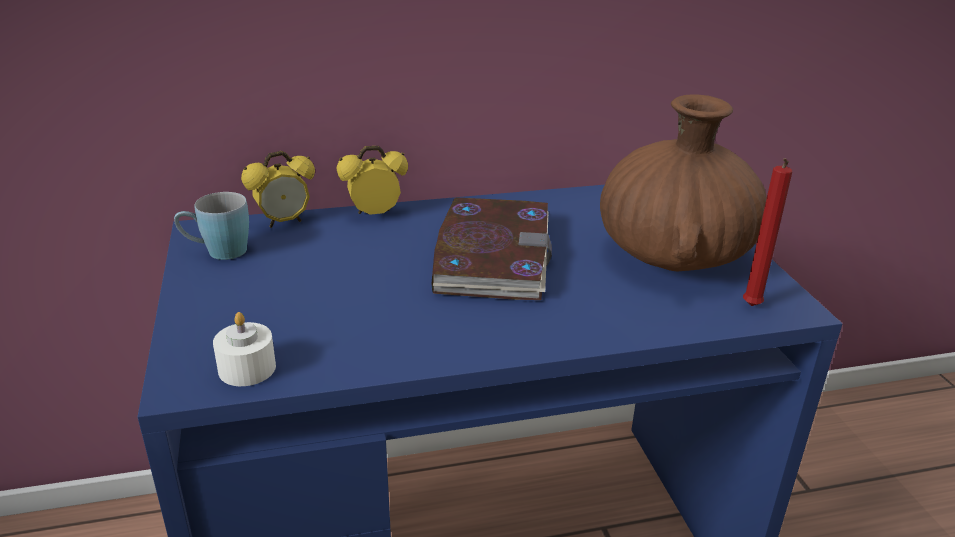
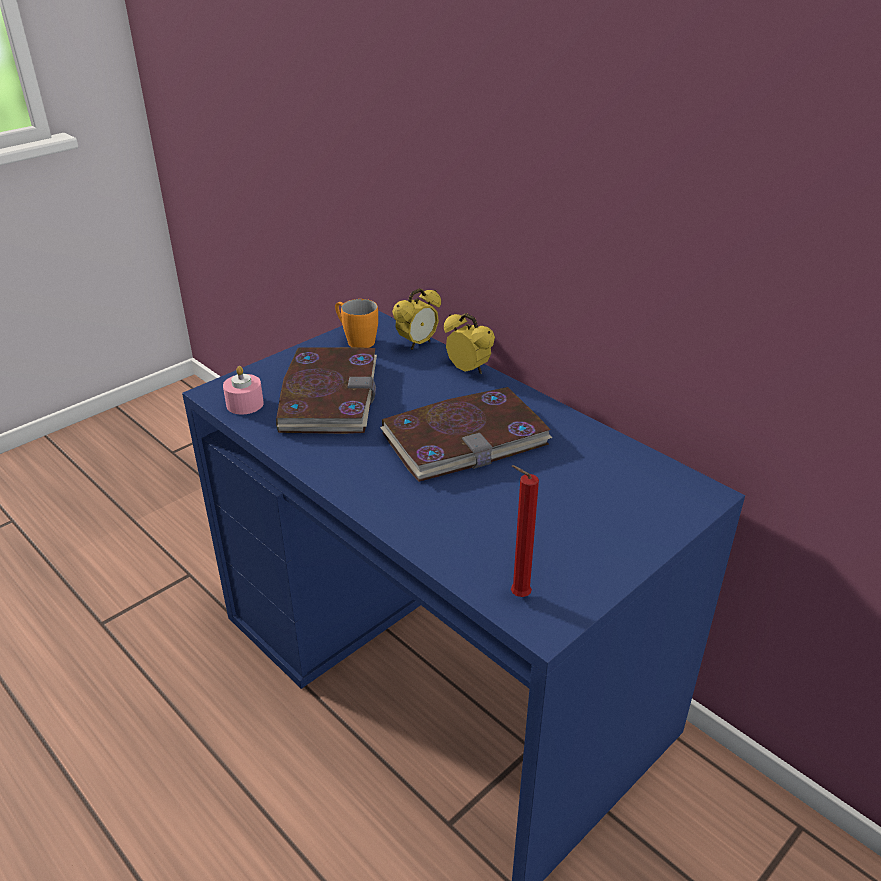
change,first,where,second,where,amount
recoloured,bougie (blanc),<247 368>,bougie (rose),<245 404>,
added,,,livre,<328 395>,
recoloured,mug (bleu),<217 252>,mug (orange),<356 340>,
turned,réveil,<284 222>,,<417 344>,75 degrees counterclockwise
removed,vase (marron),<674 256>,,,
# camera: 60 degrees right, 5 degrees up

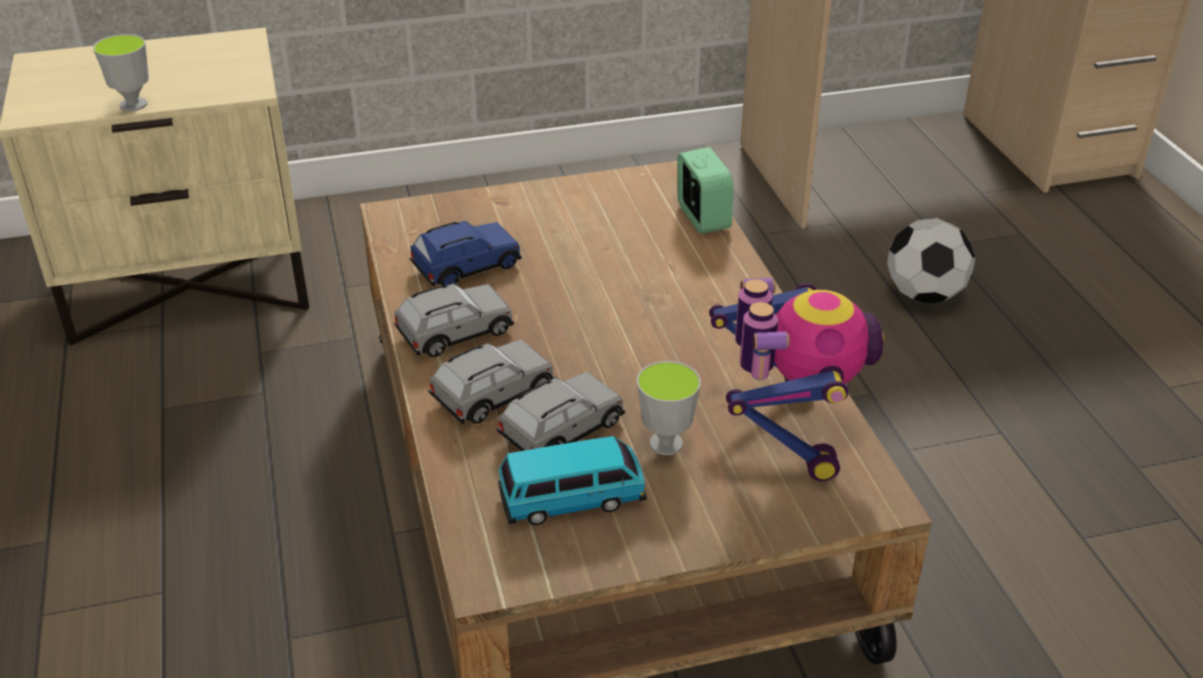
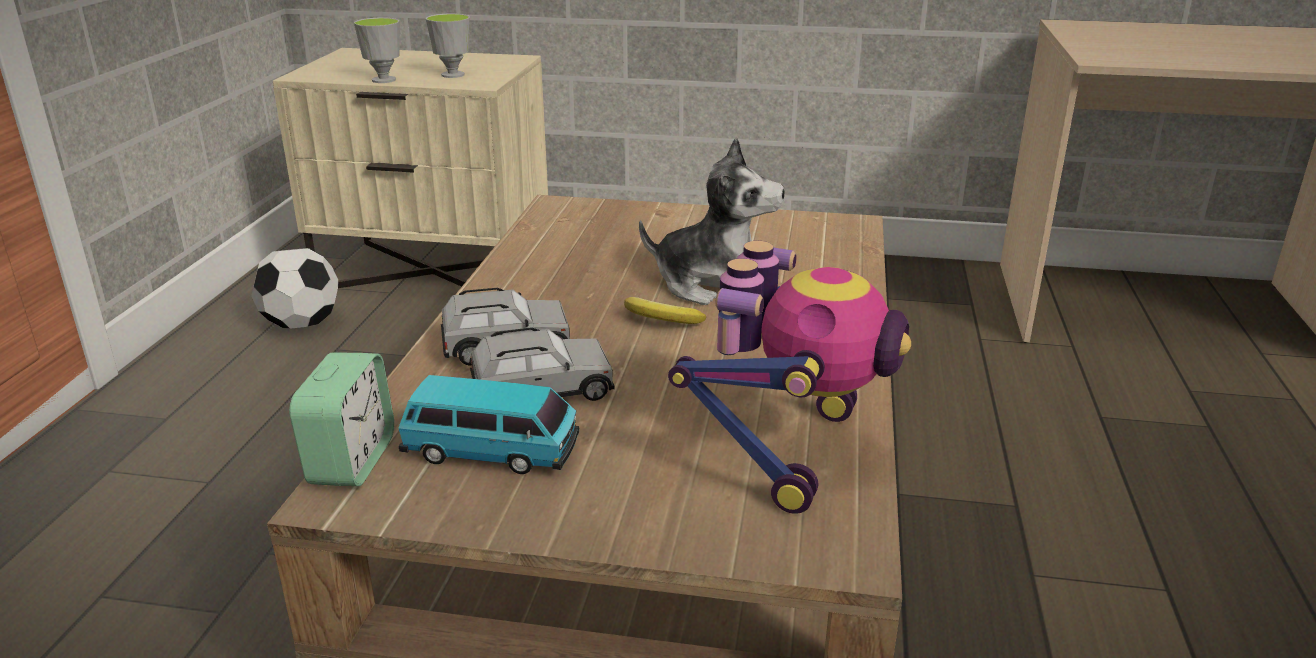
change,first,where,second,where,amount
moved,ballon de foot,<924 295>,,<302 324>,
moved,réveil,<702 218>,,<351 461>,
moved,tasse,<666 444>,,<453 75>,
added,,,banane,<660 320>,
added,,,peluche,<714 286>,
removed,petite voiture (gris),<454 333>,,,
removed,petite voiture (bleu),<466 267>,,,
# camera: 25 degrees right, 10 degrees down

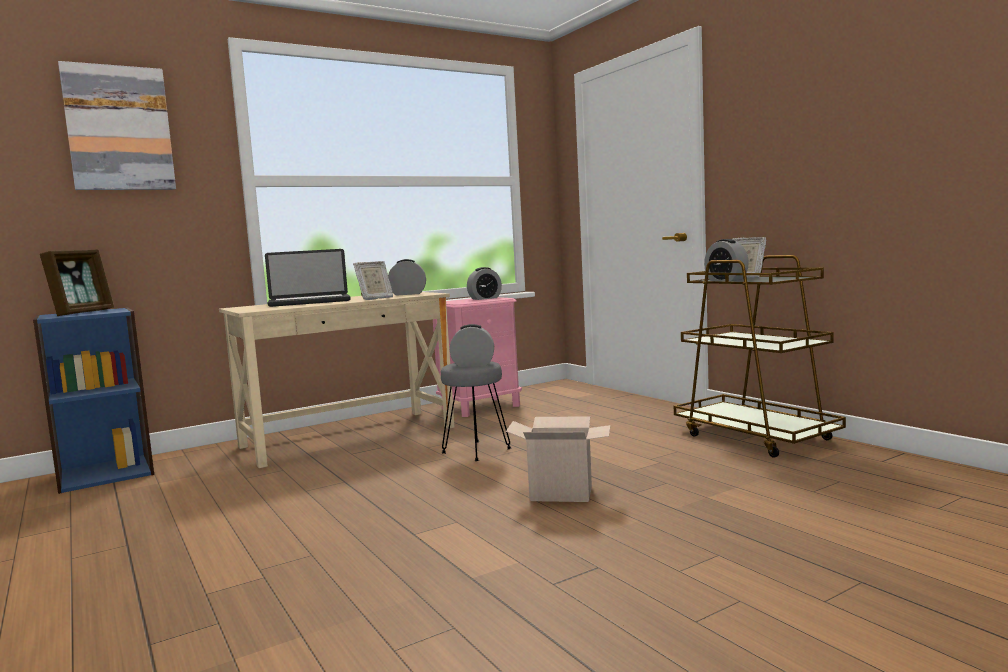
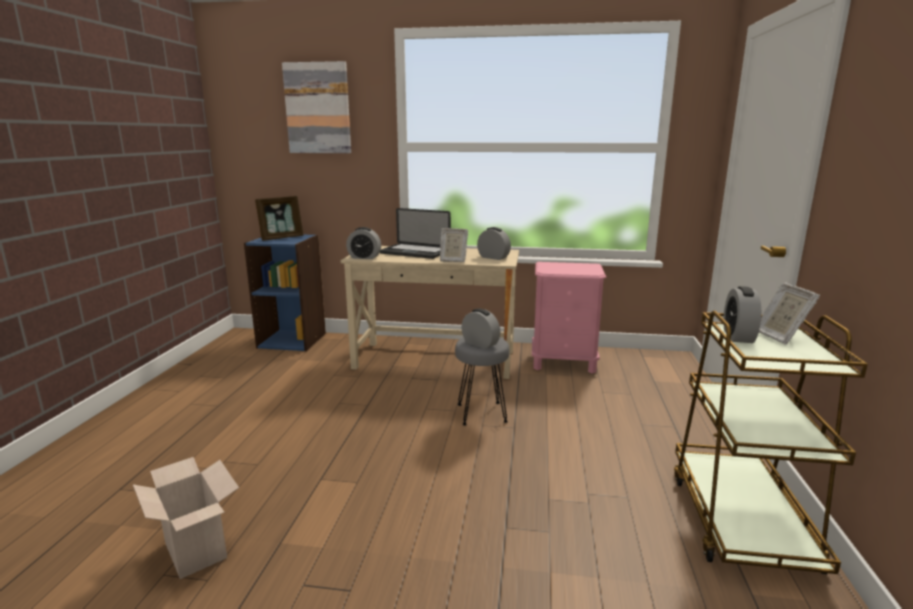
change,first,where,second,where,amount
moved,carton,<563 493>,,<198 551>,
moved,réveil,<485 298>,,<364 257>,
# camera: 40 degrees right, 10 degrees up

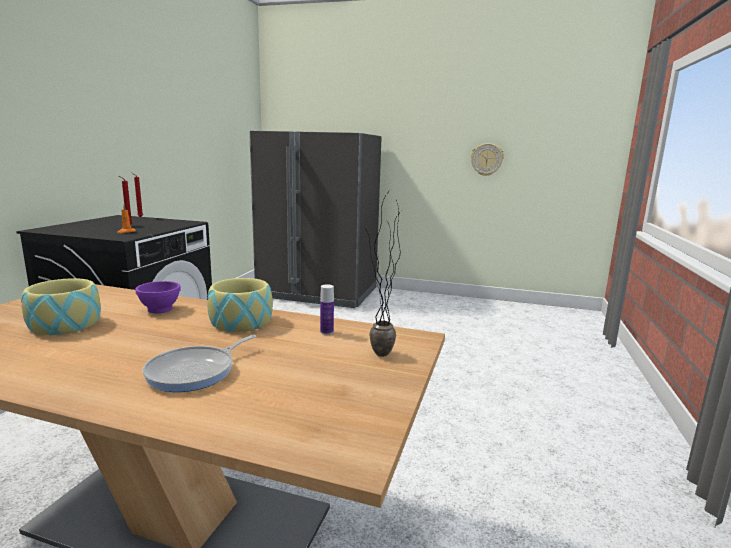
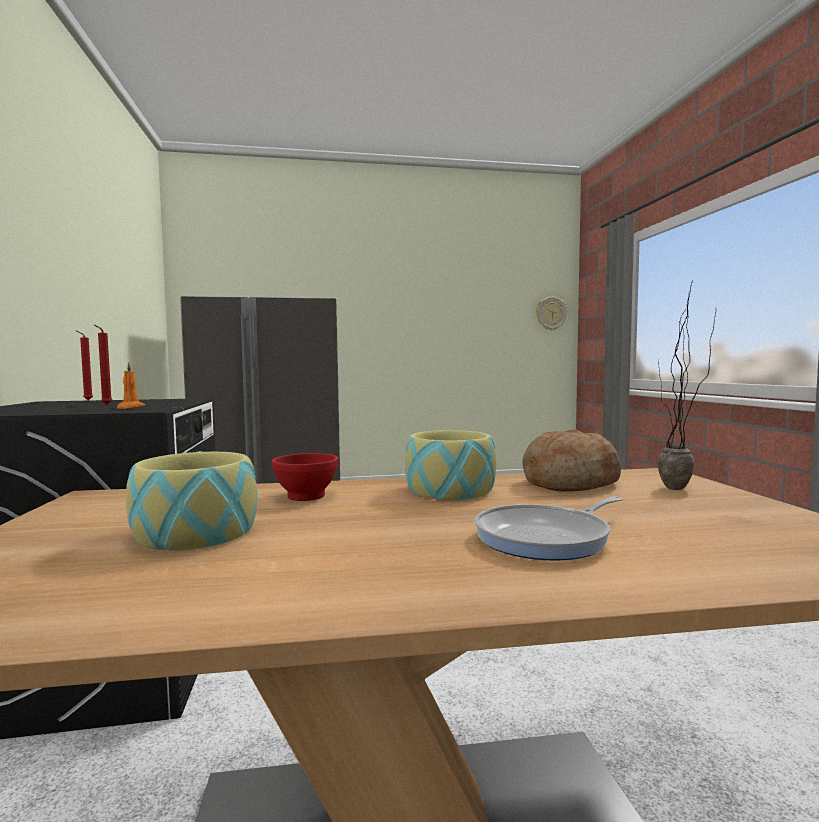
change,first,where,second,where,amount
recoloured,bol (violet),<160 309>,bol (rouge),<307 496>,
turned,poêle,<195 372>,,<547 538>,45 degrees clockwise
replaced,bouteille,<326 332>,pain,<569 482>,
moved,horloge murale,<486 159>,,<551 313>,
# camera: 25 degrees left, 10 degrees down

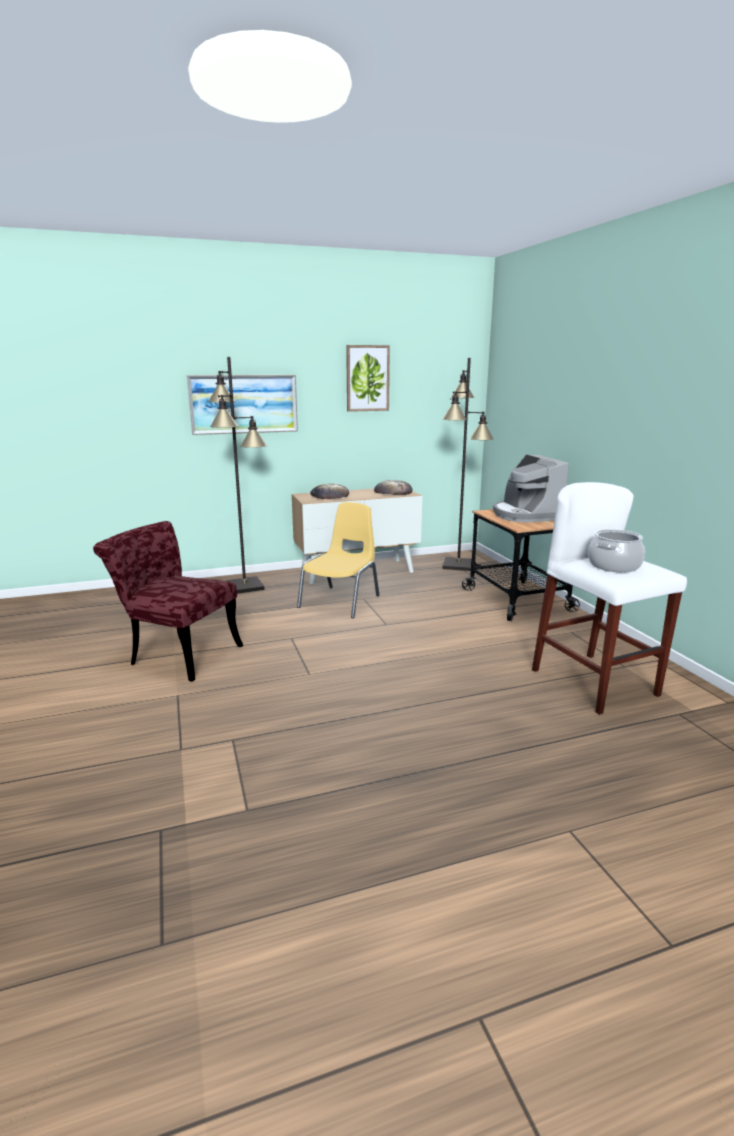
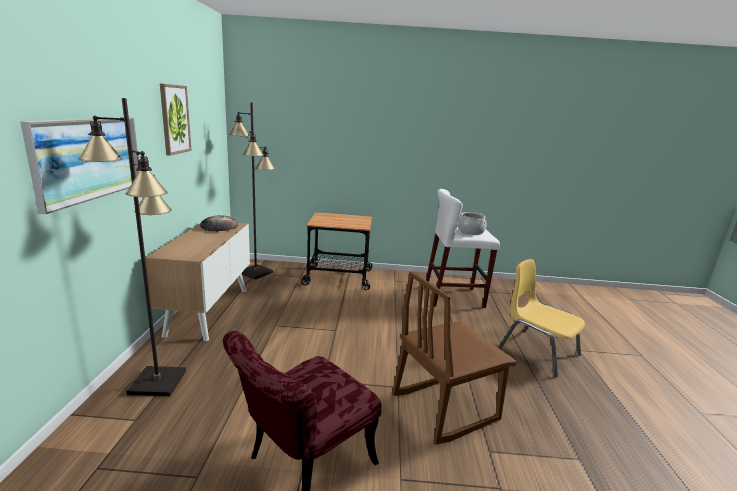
change,first,where,second,where,amount
added,,,chaise (marron),<444 407>,
moved,chaise (jaune),<341 601>,,<537 351>,
removed,pain,<329 495>,,,
removed,machine à café,<525 515>,,,
# camera: 70 degrees left, 0 degrees up

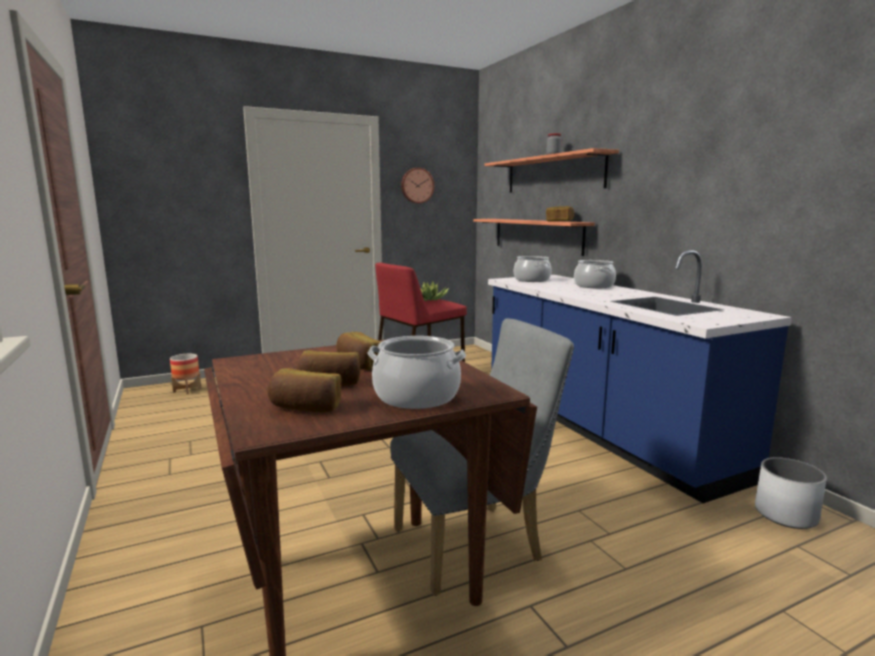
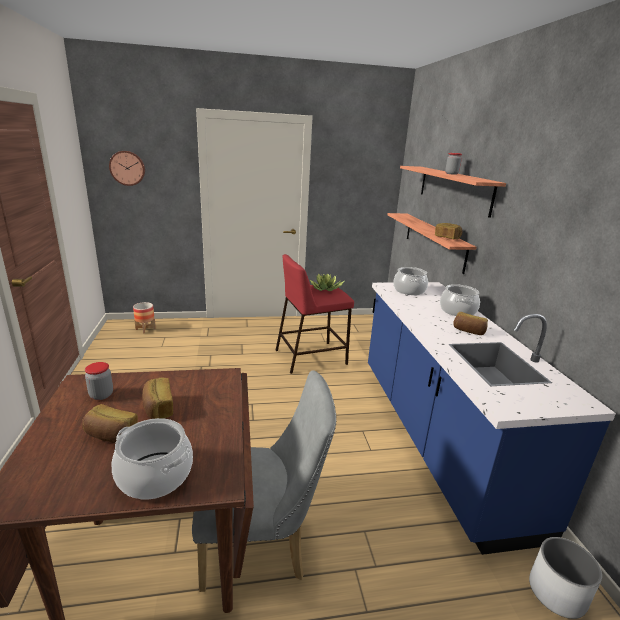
change,first,where,second,where,amount
added,,,bocal,<101 395>,
moved,horloge murale,<417 185>,,<127 168>,
moved,pain,<306 408>,,<468 331>,
# camera: 15 degrees right, 10 degrees up

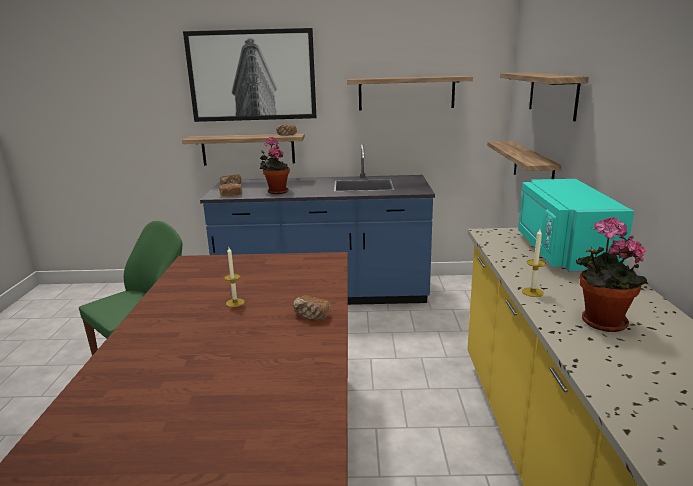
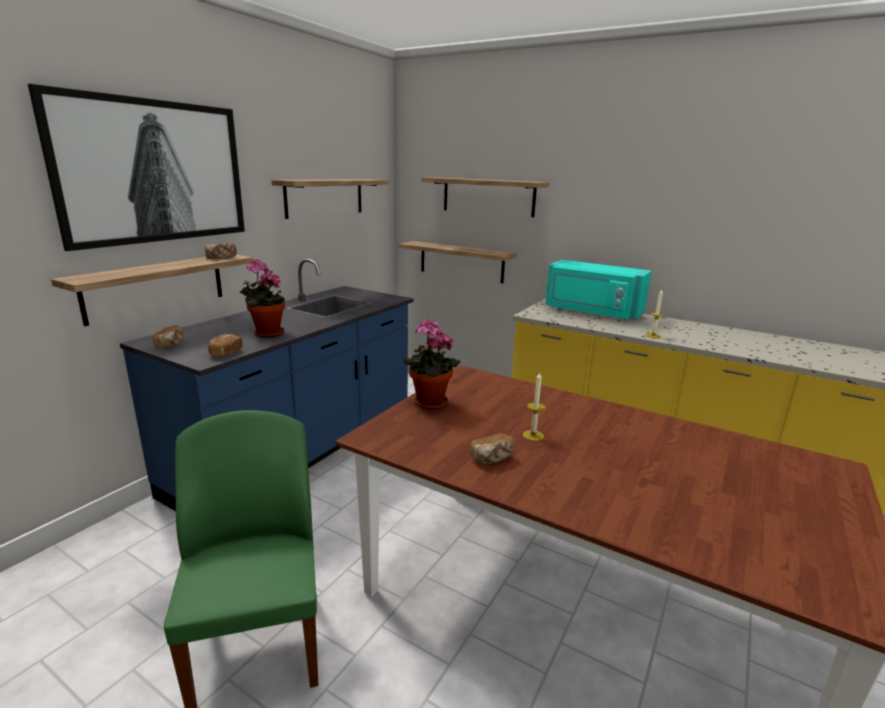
change,first,where,second,where,amount
moved,plante en pot,<599 322>,,<428 404>,
moved,pain,<311 316>,,<492 458>,
# camera: 60 degrees left, 0 degrees up

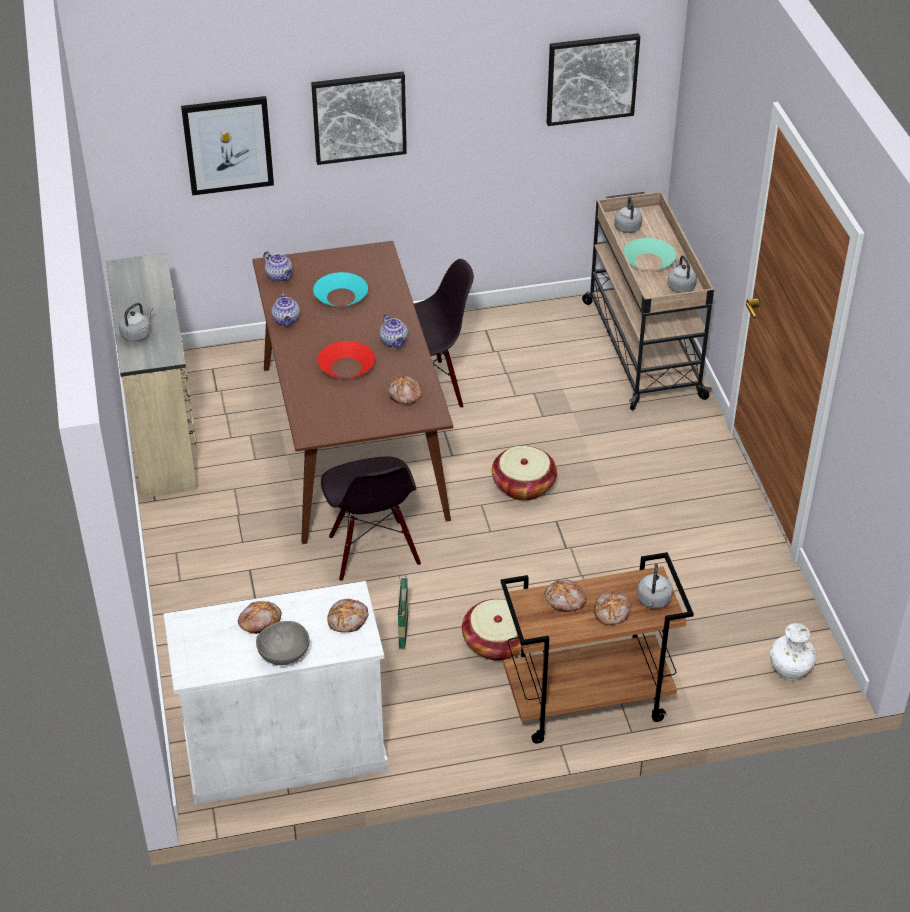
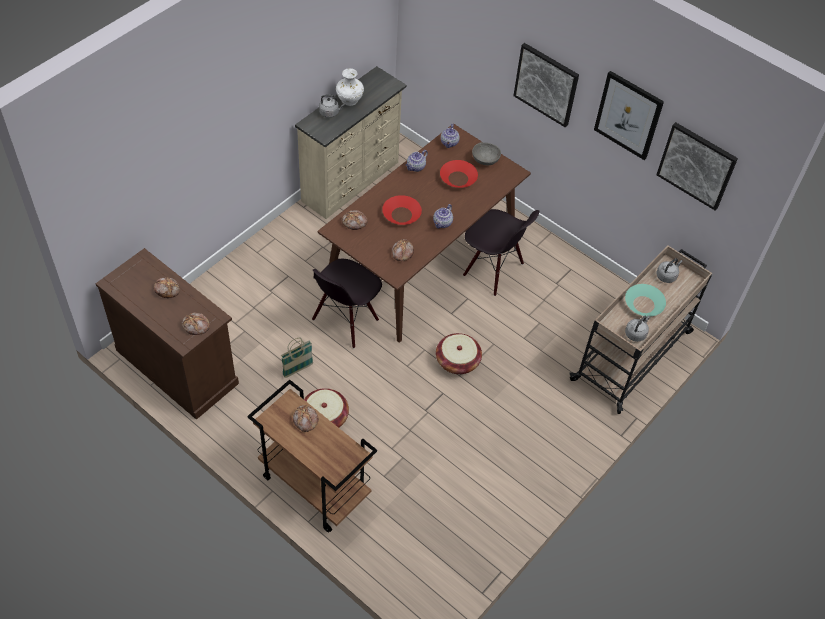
change,first,where,second,where,amount
recoloured,meuble de rangement (blanc),<285 750>,meuble de rangement (marron),<177 366>,
moved,vase (blanc),<790 671>,,<349 101>,
moved,pain,<612 612>,,<354 222>,
recoloured,bol (turquoise),<341 297>,bol (rouge),<458 178>,
moved,bol (gris),<283 655>,,<485 160>,
moved,tableau,<228 145>,,<628 115>,
removed,bouilloire (gris),<653 601>,,,
# camera: 50 degrees right, 10 degrees up

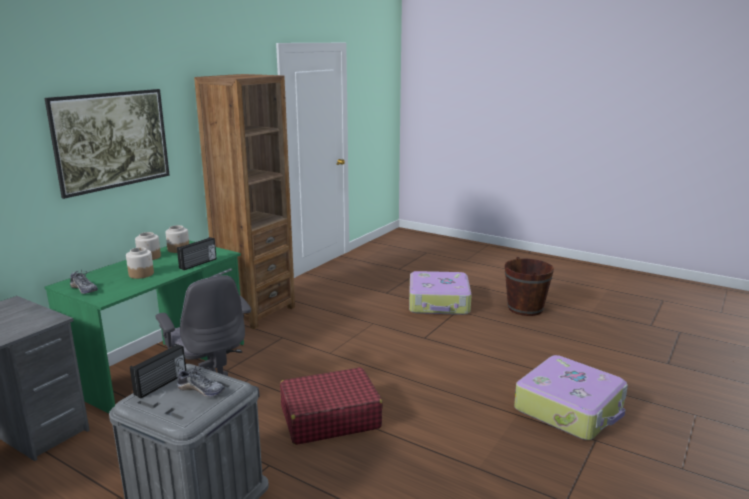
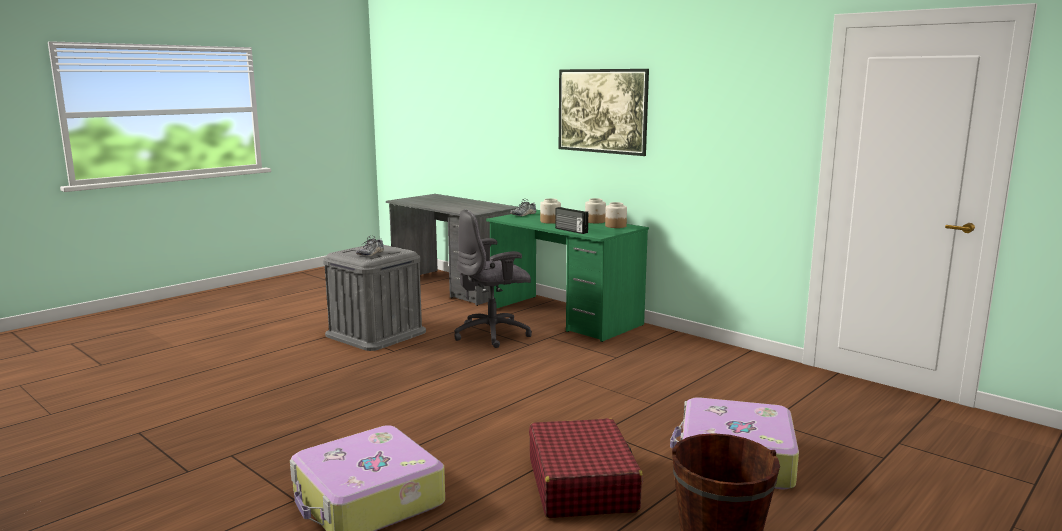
change,first,where,second,where,amount
moved,valise (rouge),<329 417>,,<582 484>,
removed,radio,<161 384>,,,
removed,bibliothèque (marron),<256 312>,,,
# camera: 100 degrees right, 5 degrees down

